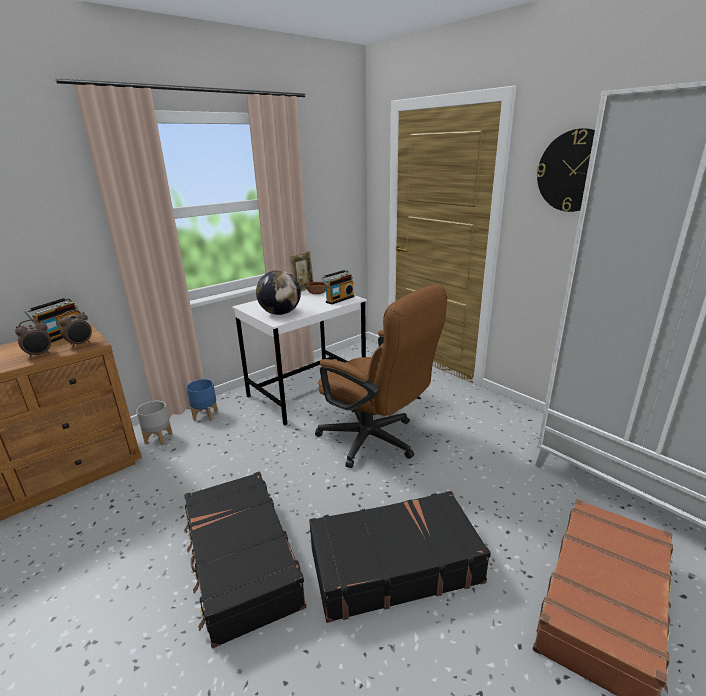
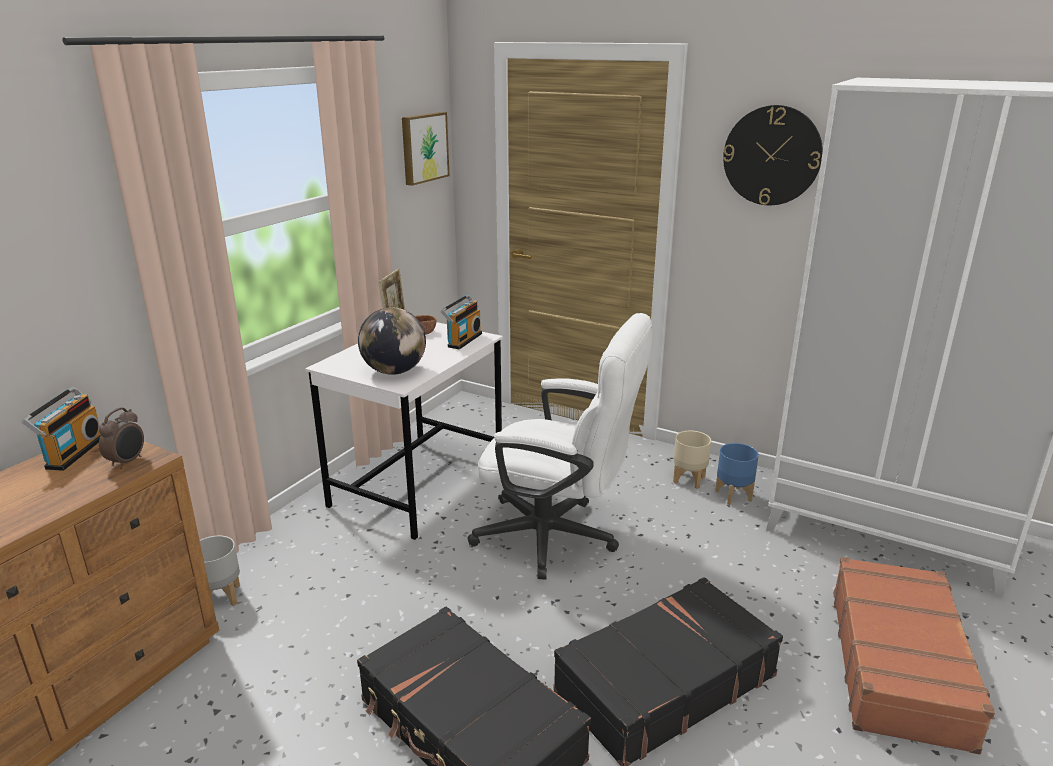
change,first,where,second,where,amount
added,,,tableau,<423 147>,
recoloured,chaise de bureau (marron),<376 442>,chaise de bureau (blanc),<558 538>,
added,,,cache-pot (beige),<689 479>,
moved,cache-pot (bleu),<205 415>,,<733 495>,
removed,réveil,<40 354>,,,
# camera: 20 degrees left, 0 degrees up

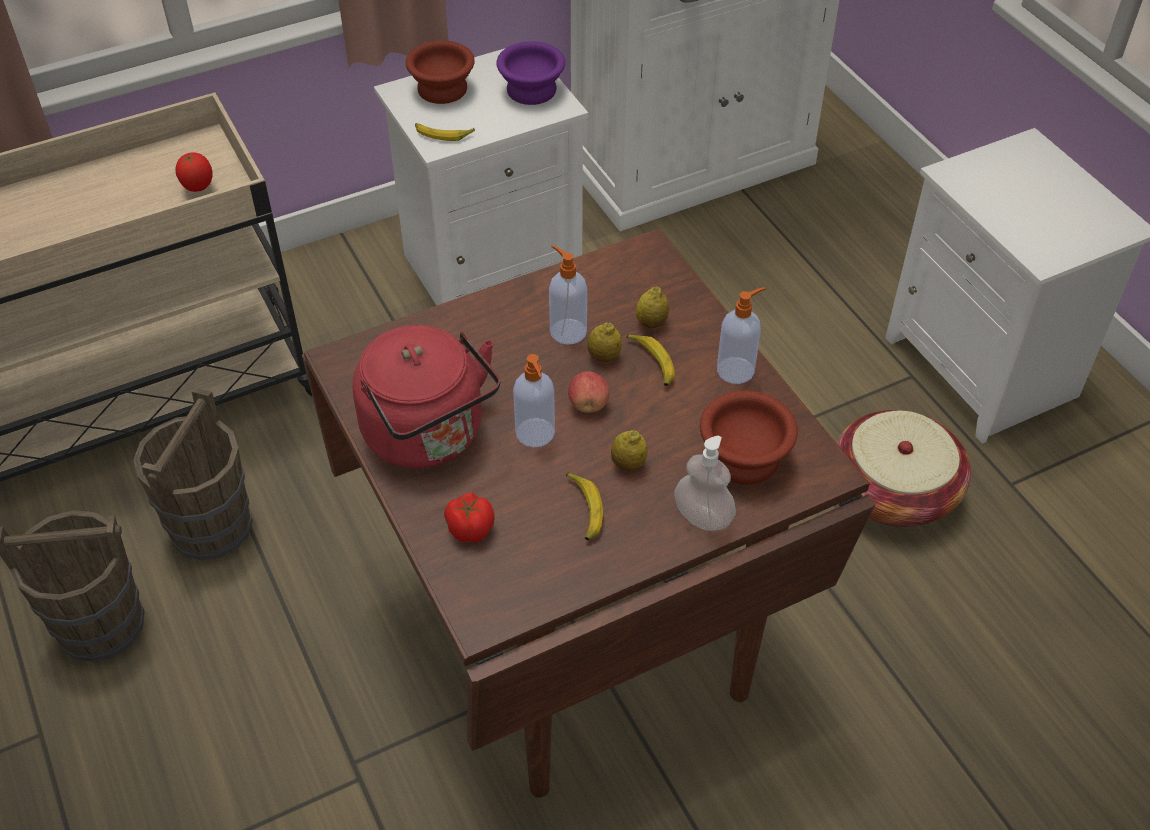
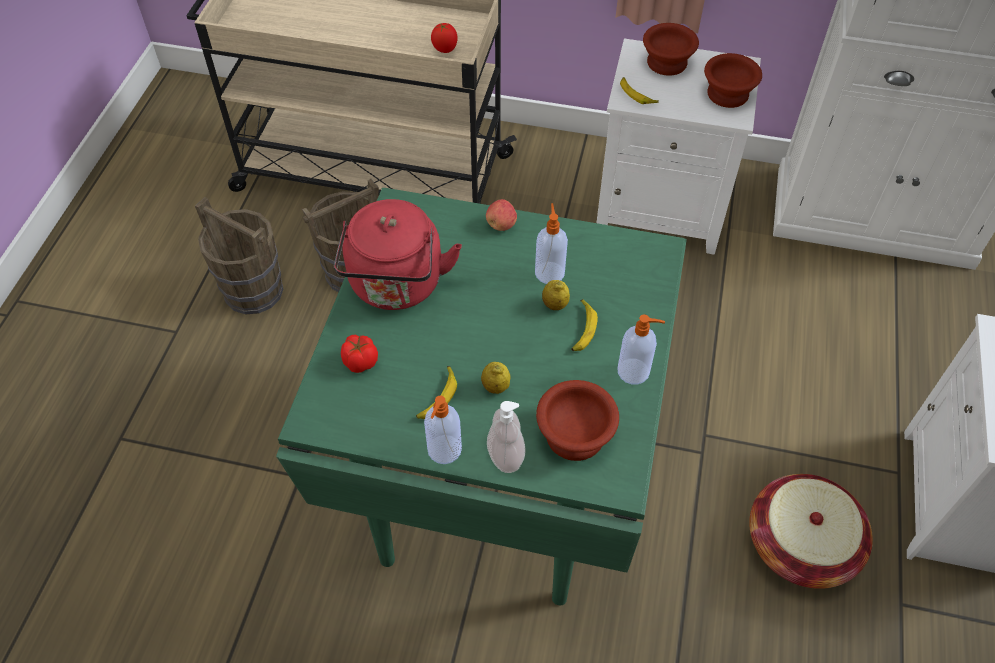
change,first,where,second,where,amount
recoloured,table à manger (marron),<572 629>,table à manger (vert),<495 479>,
moved,distributeur de savon,<535 434>,,<444 451>,
moved,pomme,<588 404>,,<501 224>,
recoloured,bol (violet),<533 90>,bol (marron),<729 95>,
removed,citron,<651 323>,,,
# camera: 40 degrees right, 5 degrees up

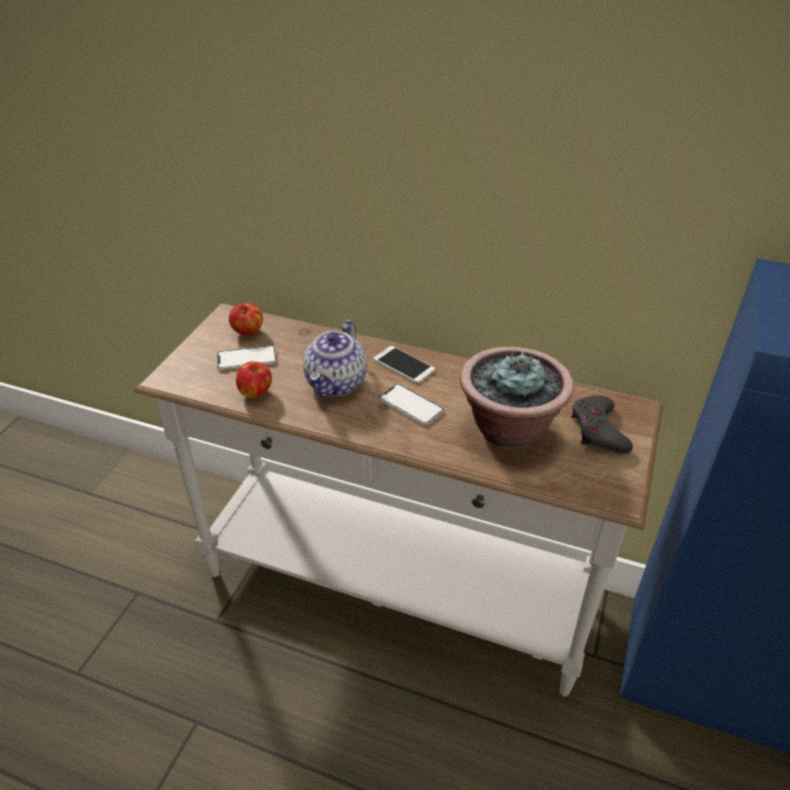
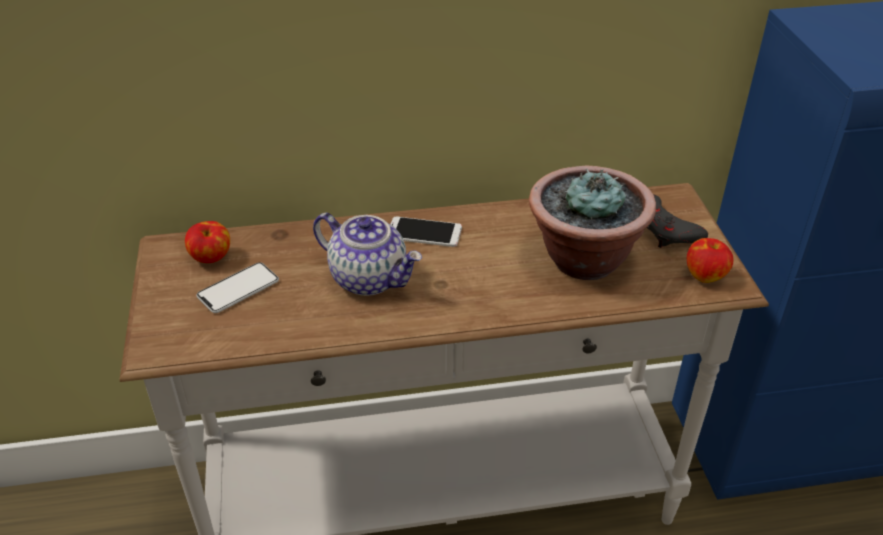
change,first,where,second,where,amount
turned,théière,<337 383>,,<370 278>,45 degrees counterclockwise
moved,pomme,<256 393>,,<705 275>,
removed,téléphone,<411 405>,,,
# camera: 30 degrees left, 0 degrees up

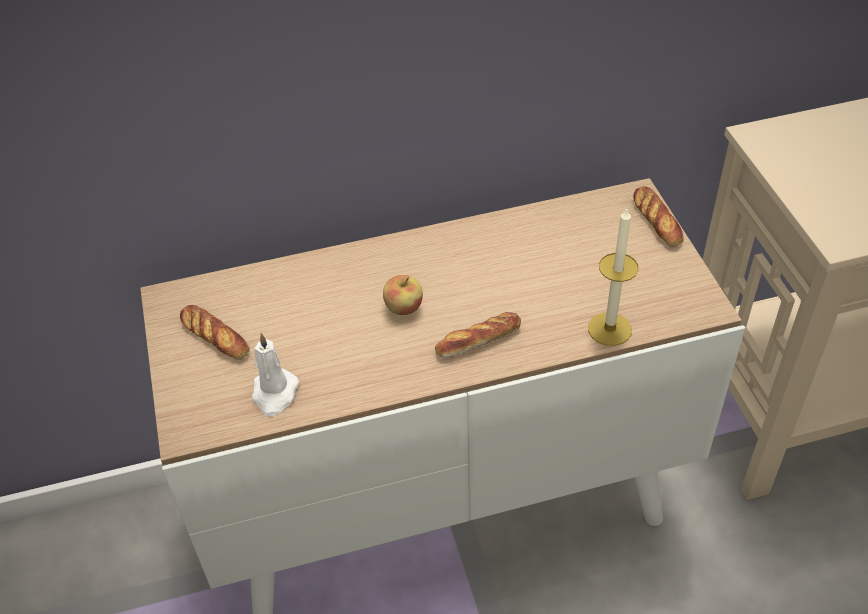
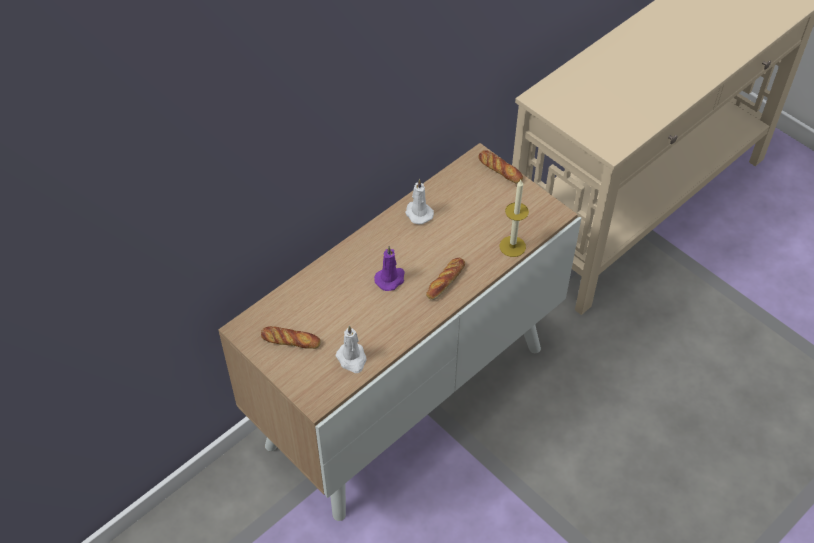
change,first,where,second,where,amount
replaced,pomme,<403 308>,bougie (violet),<390 279>,
added,,,bougie (blanc),<418 213>,
# camera: 30 degrees left, 5 degrees up

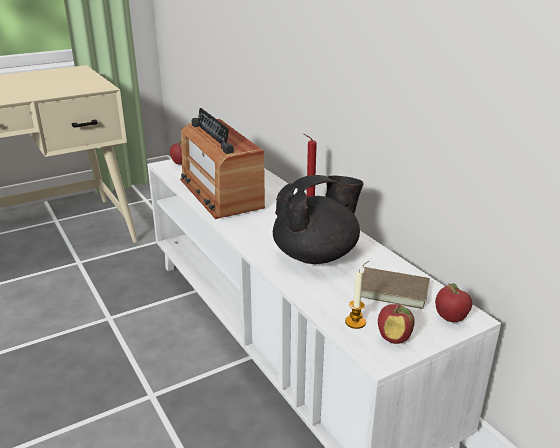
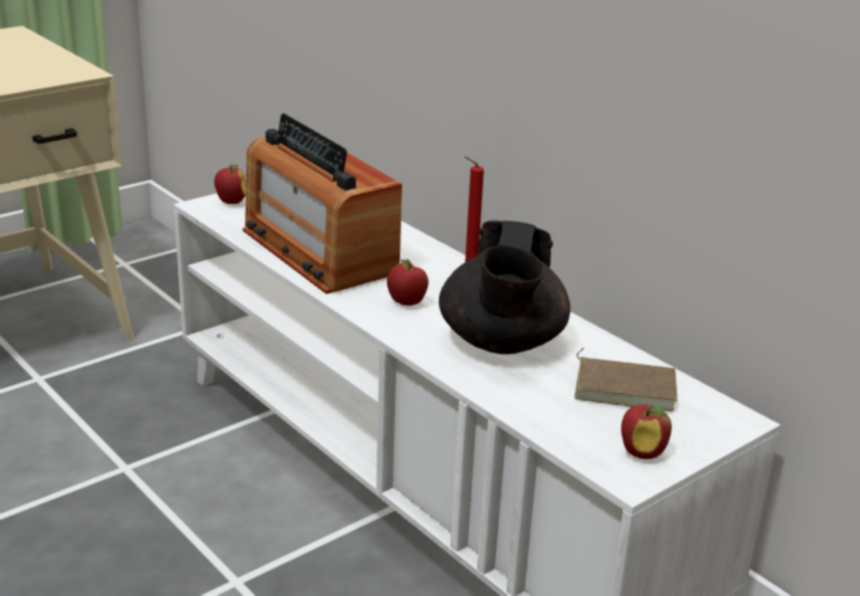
change,first,where,second,where,amount
moved,pomme,<450 319>,,<406 303>,
turned,théière (noir),<316 255>,,<501 343>,135 degrees clockwise
removed,bougie,<355 322>,,,
# camera: 10 degrees left, 0 degrees up

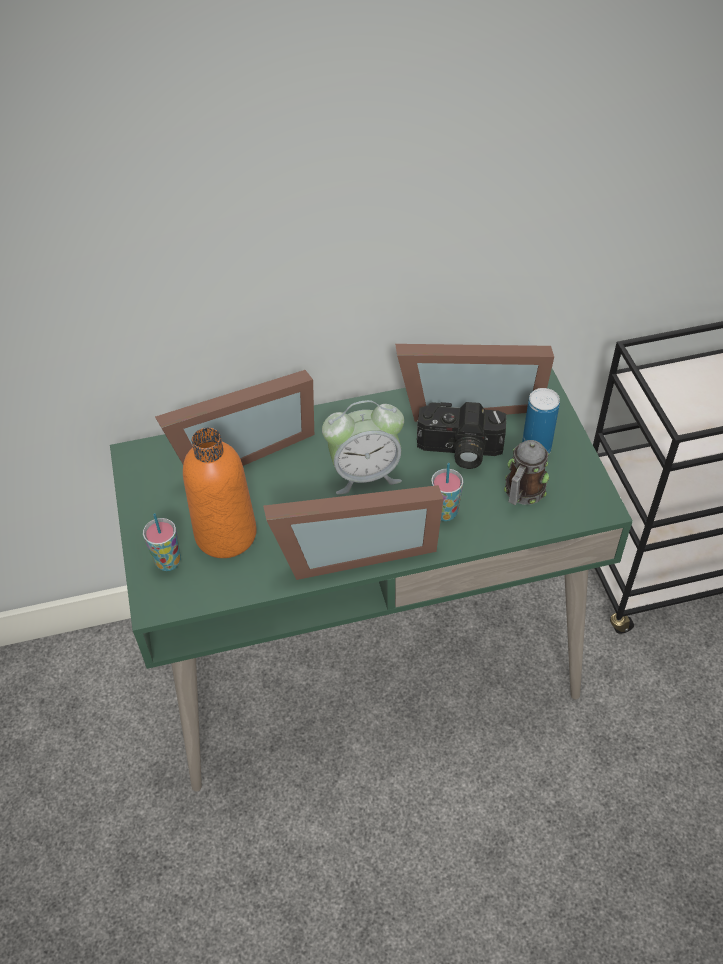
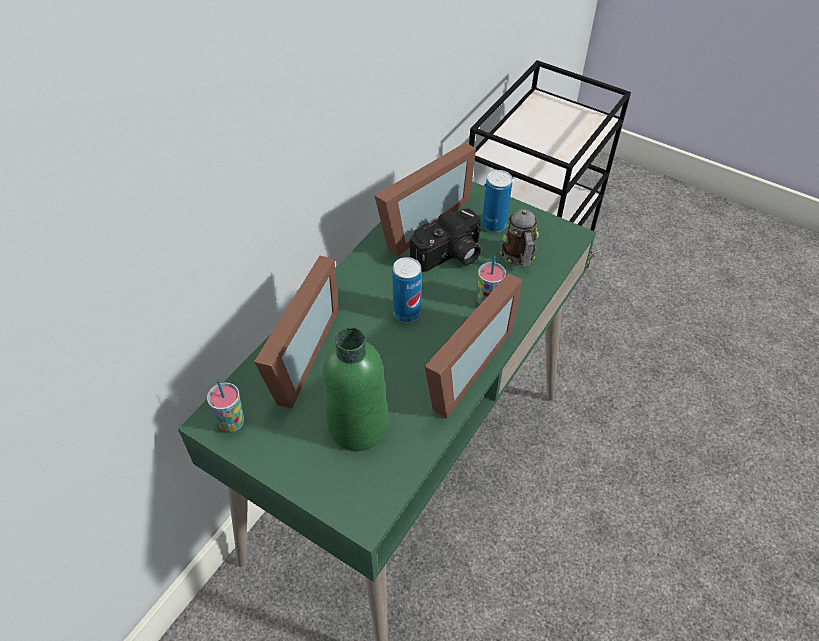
change,first,where,second,where,amount
moved,tasse,<168 562>,,<232 423>,
recoloured,bouteille (orange),<226 534>,bouteille (vert),<358 426>,
replaced,réveil,<365 474>,boîte métallique,<406 313>,
# camera: 45 degrees left, 0 degrees up

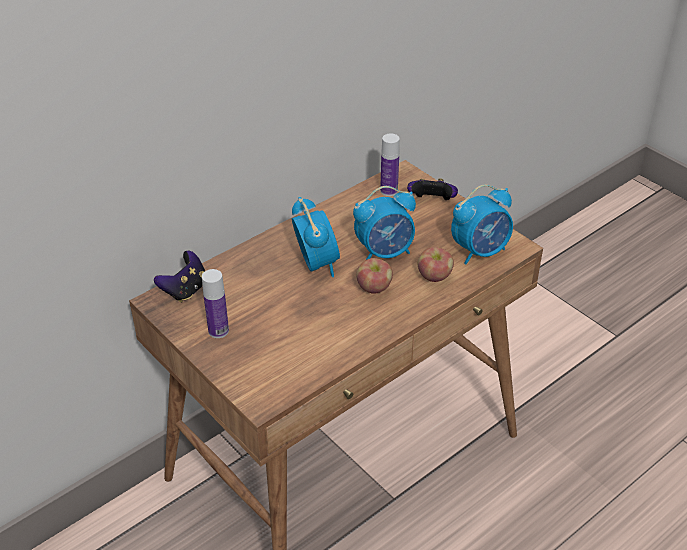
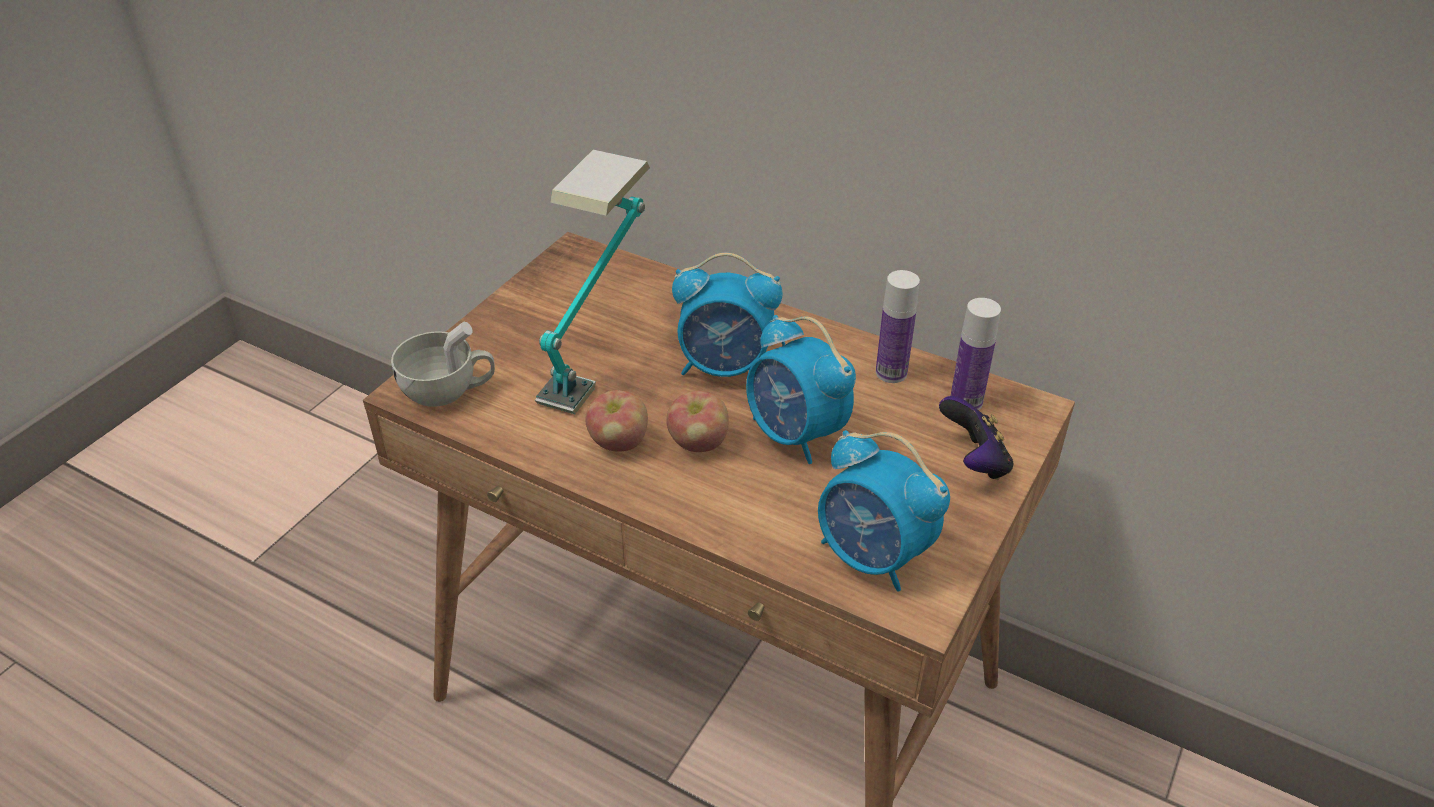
change,first,where,second,where,amount
added,,,tasse (blanc),<449 391>,
added,,,lampe de table,<599 354>,
moved,pomme,<434 277>,,<619 442>,
turned,réveil,<316 263>,,<725 368>,45 degrees clockwise
moved,bouteille,<218 331>,,<891 373>,
removed,manette,<185 290>,,,
# camera: 70 degrees right, 0 degrees up

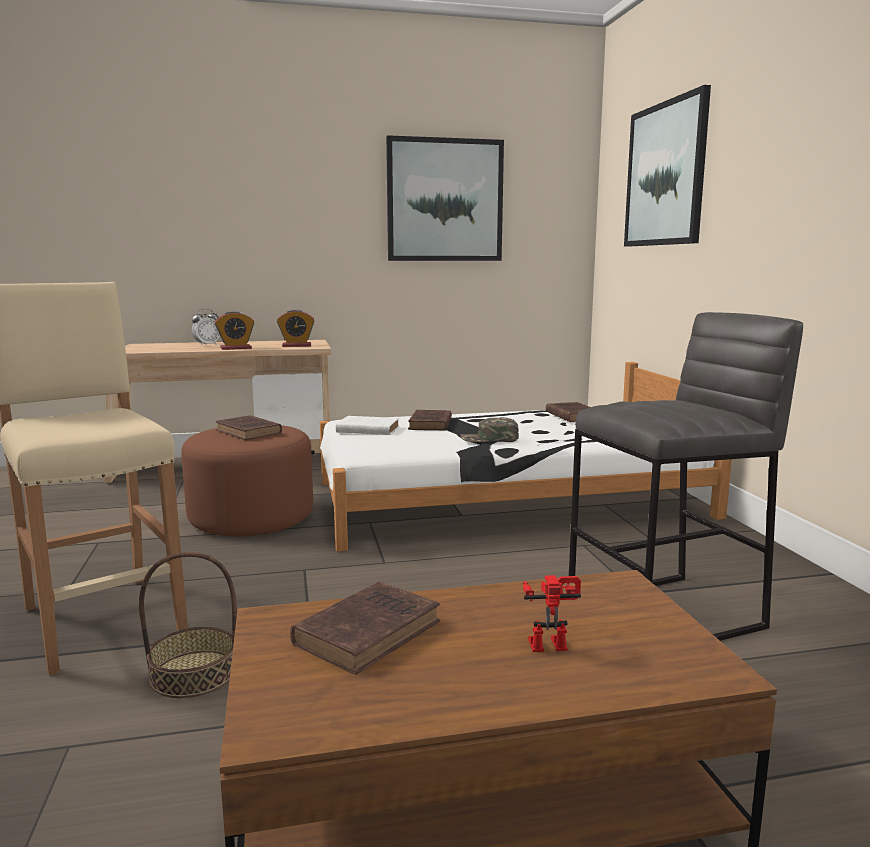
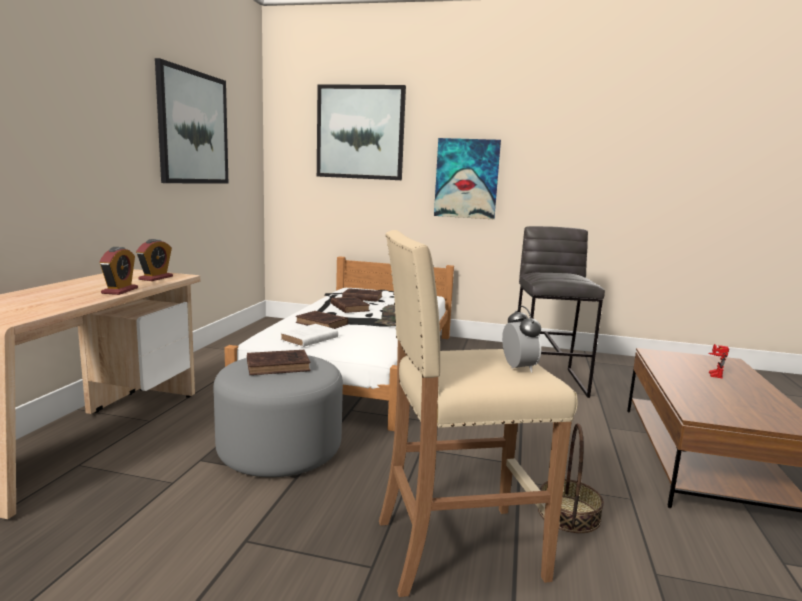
change,first,where,second,where,amount
recoloured,pouf (marron),<252 518>,pouf (gris),<280 449>,
moved,livre (marron),<370 631>,,<349 307>,
added,,,tableau,<466 178>,
moved,réveil,<207 345>,,<518 368>,
# camera: 65 degrees left, 0 degrees up

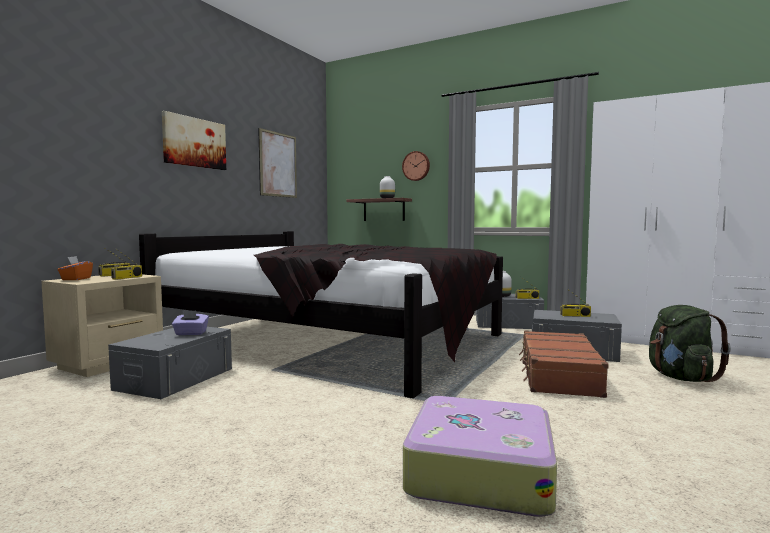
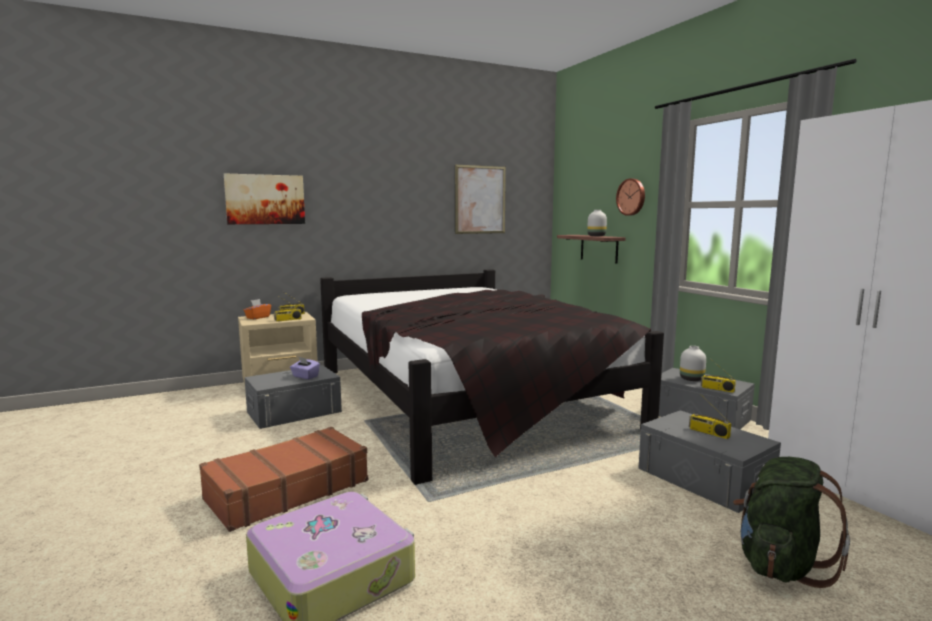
change,first,where,second,where,amount
moved,valise (marron),<558 375>,,<287 490>,
moved,tableau,<194 142>,,<265 199>,
# camera: 35 degrees right, 5 degrees up

